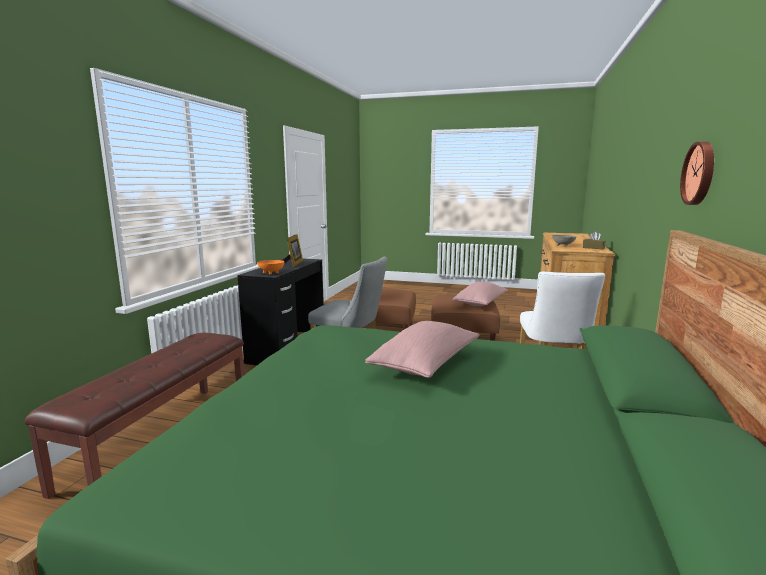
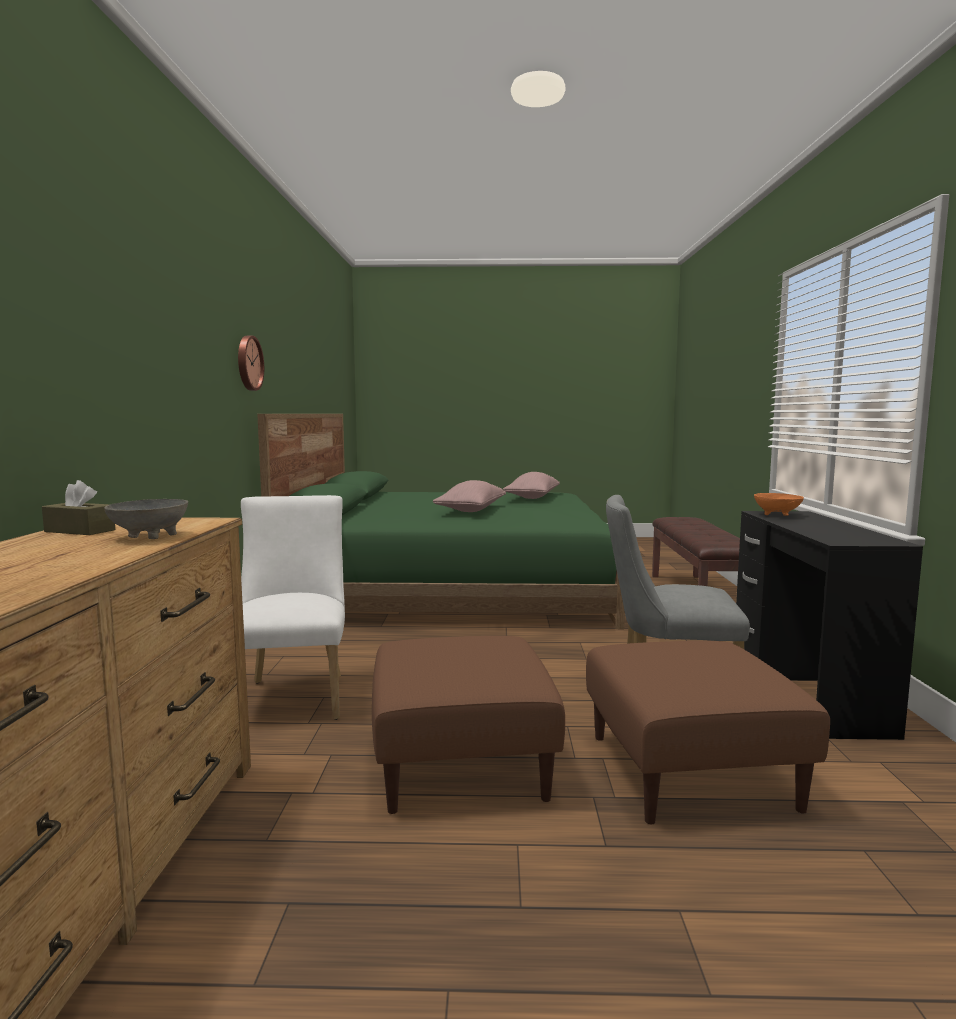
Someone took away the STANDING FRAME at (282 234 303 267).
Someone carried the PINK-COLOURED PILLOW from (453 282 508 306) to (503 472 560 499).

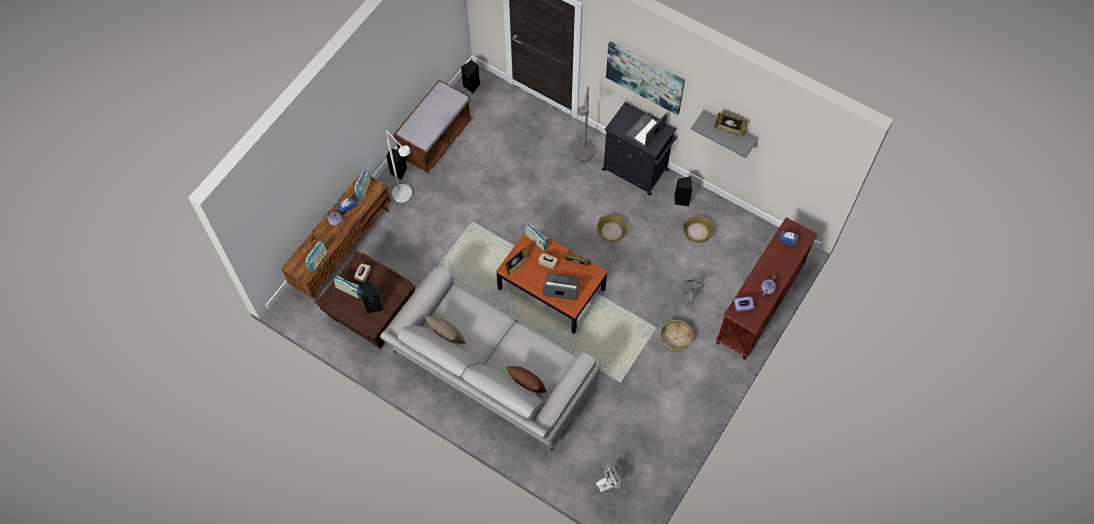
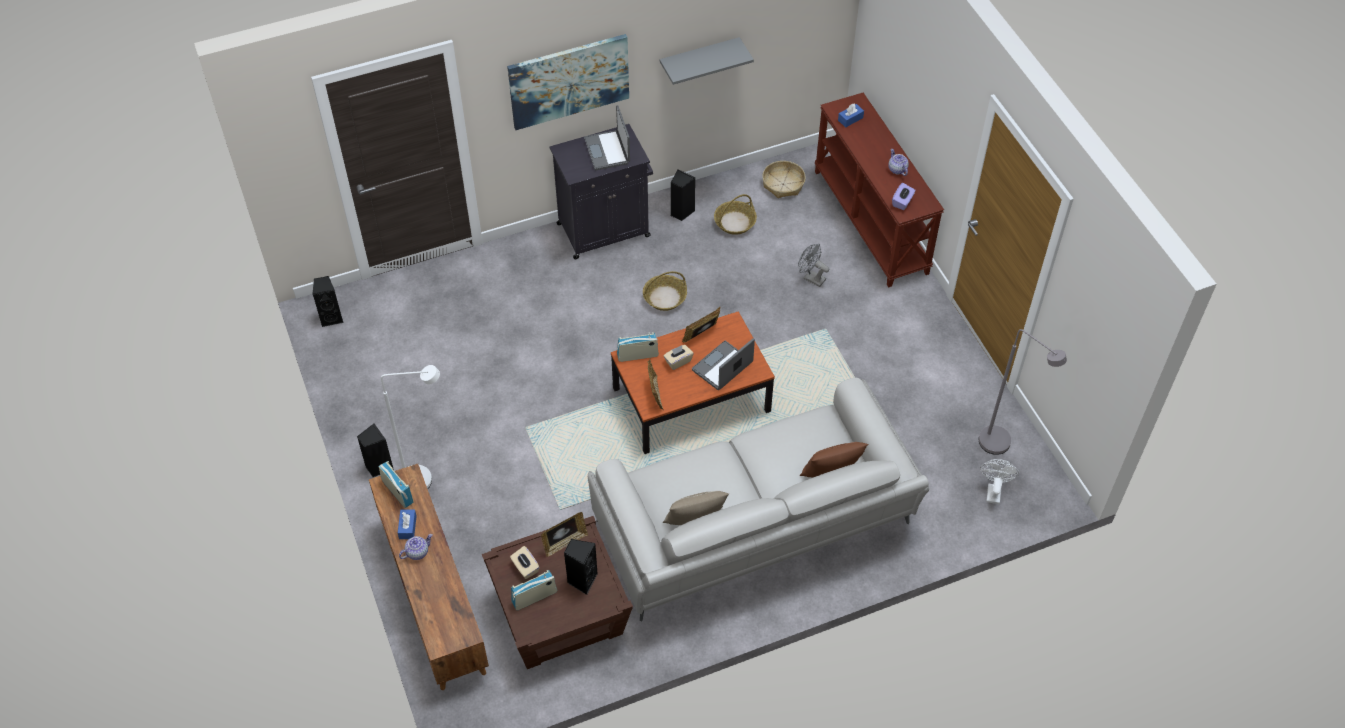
Someone took away the RADIO at (306 241 328 272).
Someone took away the BROWN LONG SEAT at (393 80 472 173).
Someone carried the GRAY FLOOR LAMP from (574 86 594 161) to (979 329 1067 455).
Someone carried the BASKET from (660 320 693 352) to (762 161 806 198).
Someone carried the STANDING FRAME from (714 113 747 138) to (541 512 588 557).

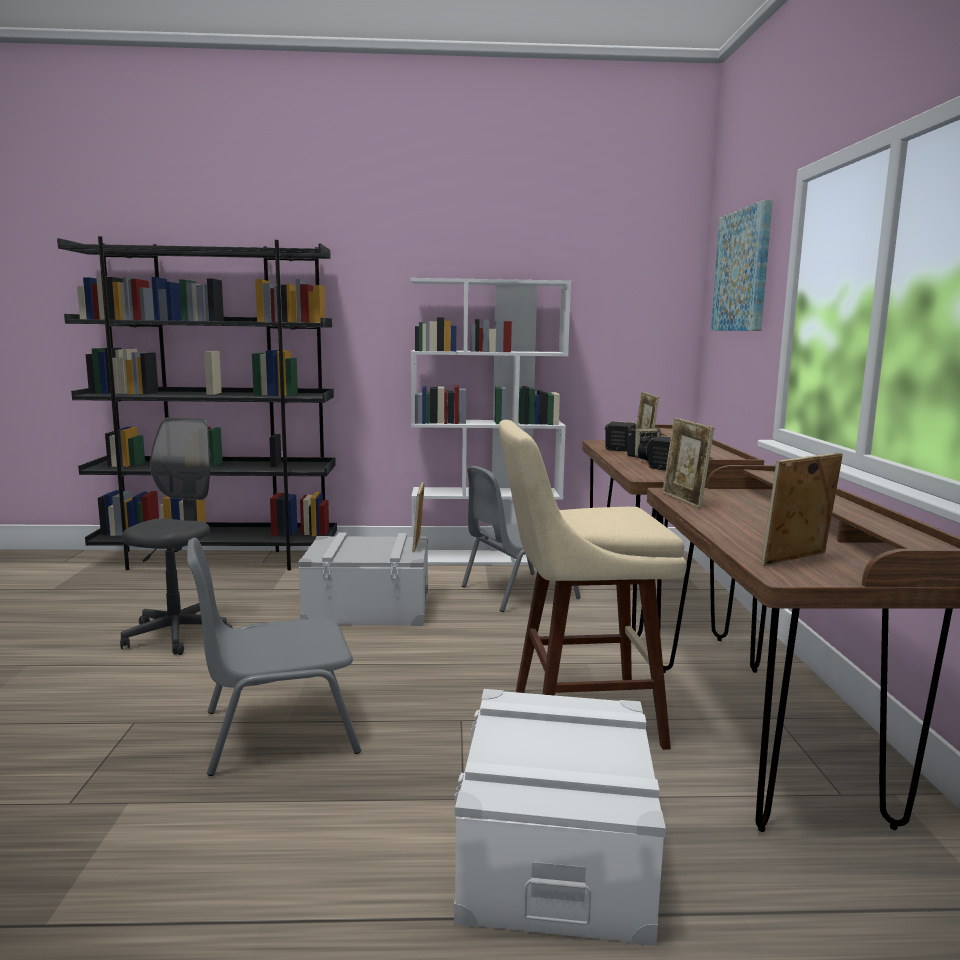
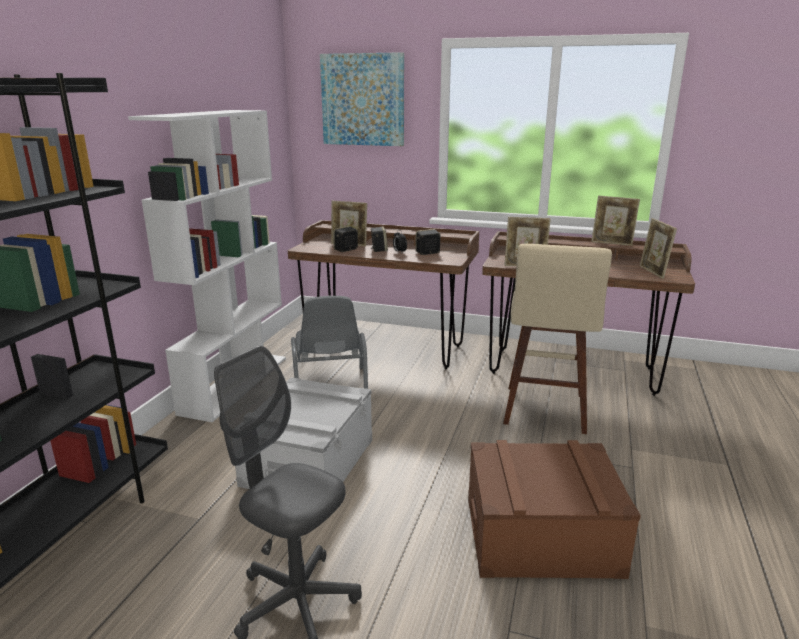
Someone swapped the GRAY CHAIR at (187 538 361 776) for the BROWN STORAGE BOX at (468 440 641 579).
Someone carried the STANDING FRAME from (412 482 424 552) to (592 196 640 246).
Someone took away the WHITISH STORAGE BOX at (453 689 666 946).

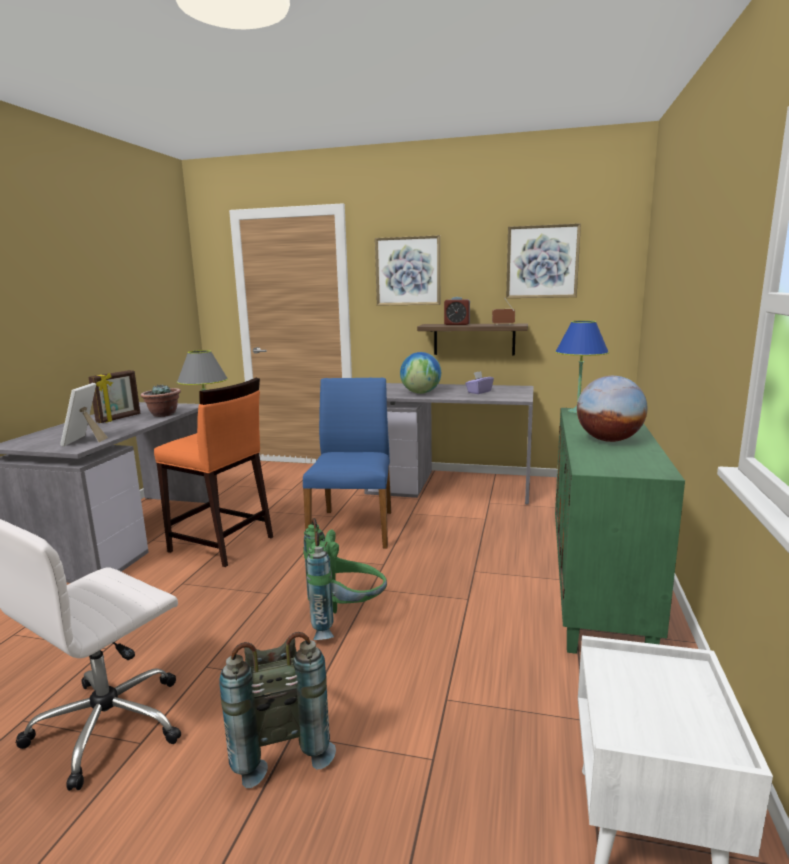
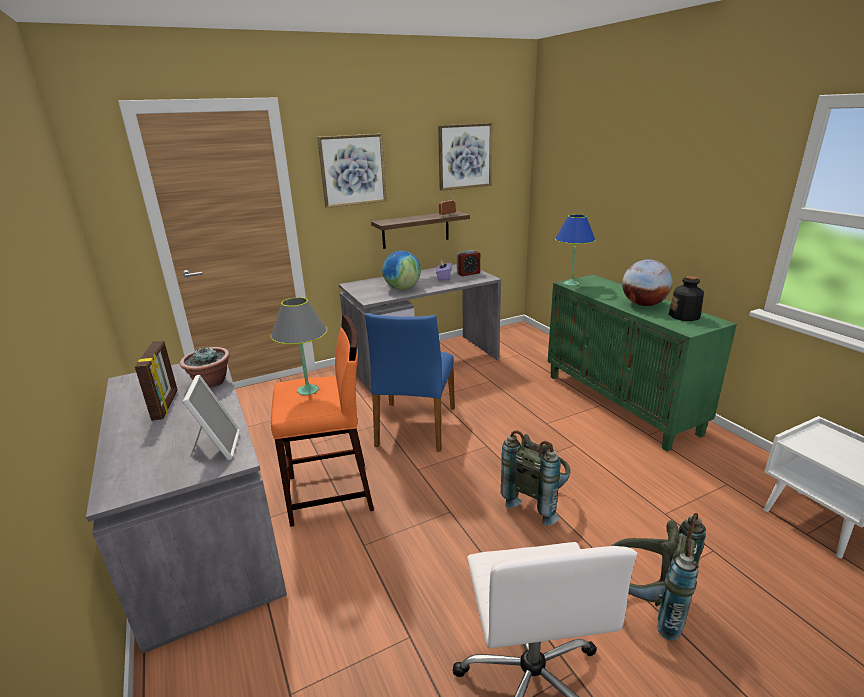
Someone rotated the STANDING FRAME at (60 383 108 446) by 150 degrees counterclockwise.
Someone rotated the BLUE-COLOURED CHAIR at (303 378 391 548) by 135 degrees counterclockwise.
Someone repainted the GREEN BACKPACK at (303 518 387 640), which became the GRAY BACKPACK at (501 431 571 525).
Someone carried the TABLE CLOCK from (444 297 470 325) to (457 250 480 276).
Someone put down the DRINK BOTTLE at (669 276 704 321).

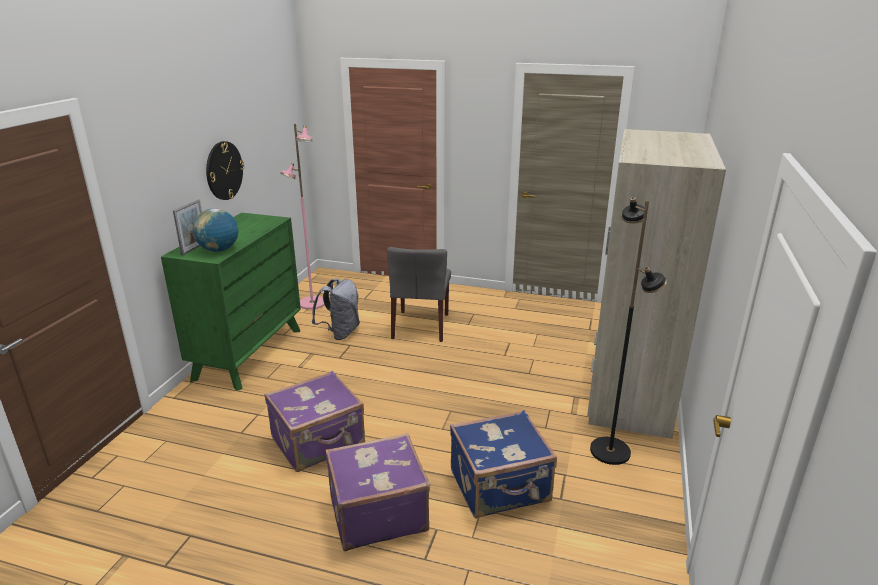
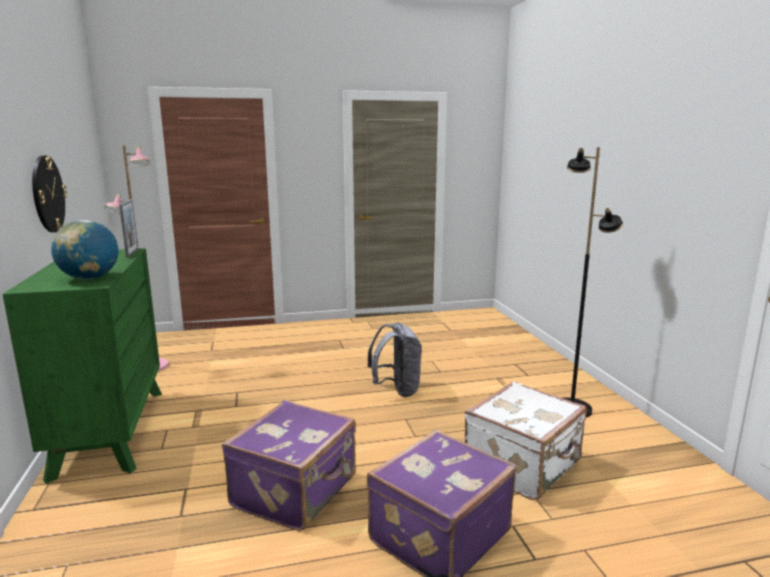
Someone carried the STANDING FRAME from (173 200 202 255) to (119 199 139 257).
Someone carried the GRAY BACKPACK from (312 278 360 340) to (368 322 422 397).
Someone took away the GRAY CHAIR at (387 247 451 342).
Someone repainted the BLUE-COLOURED PIECE OF LUGGAGE at (450 410 557 518), which became the WHITISH PIECE OF LUGGAGE at (465 381 587 501).
Someone took away the BEIGE WARDROBE at (587 129 726 439).

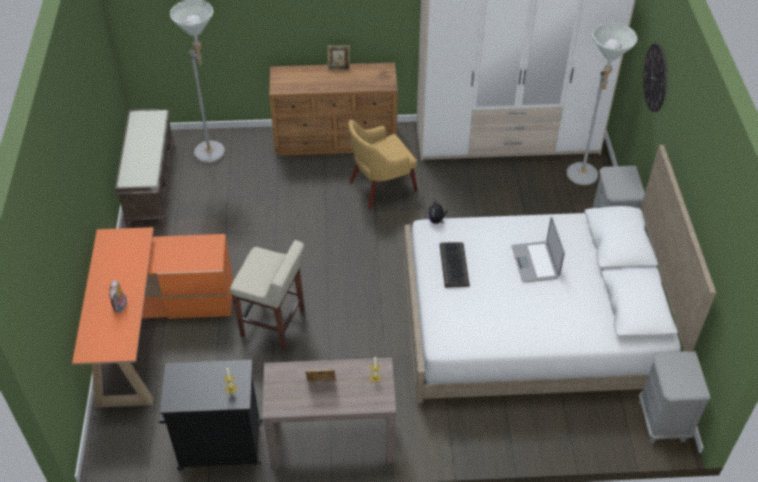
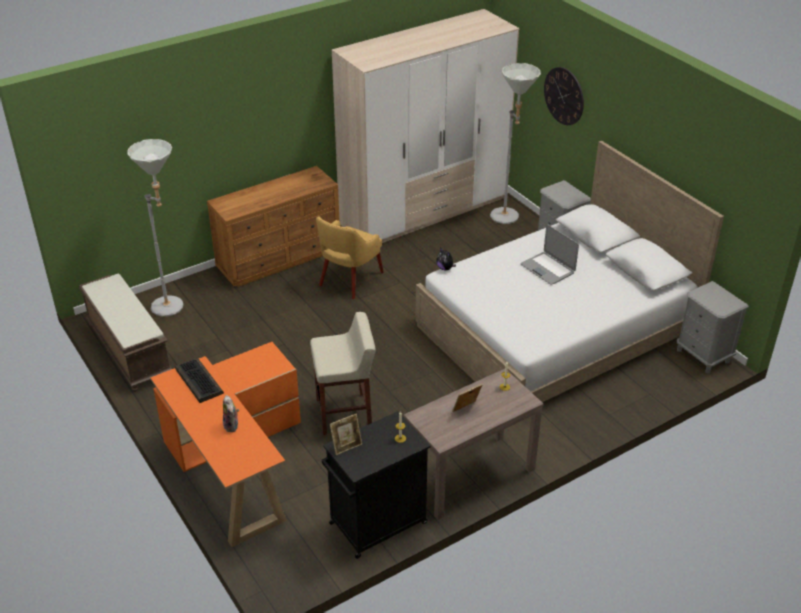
Someone carried the STANDING FRAME from (328 45 350 71) to (330 414 362 455).
Someone carried the PC KEYBOARD from (440 242 470 288) to (175 358 224 403).

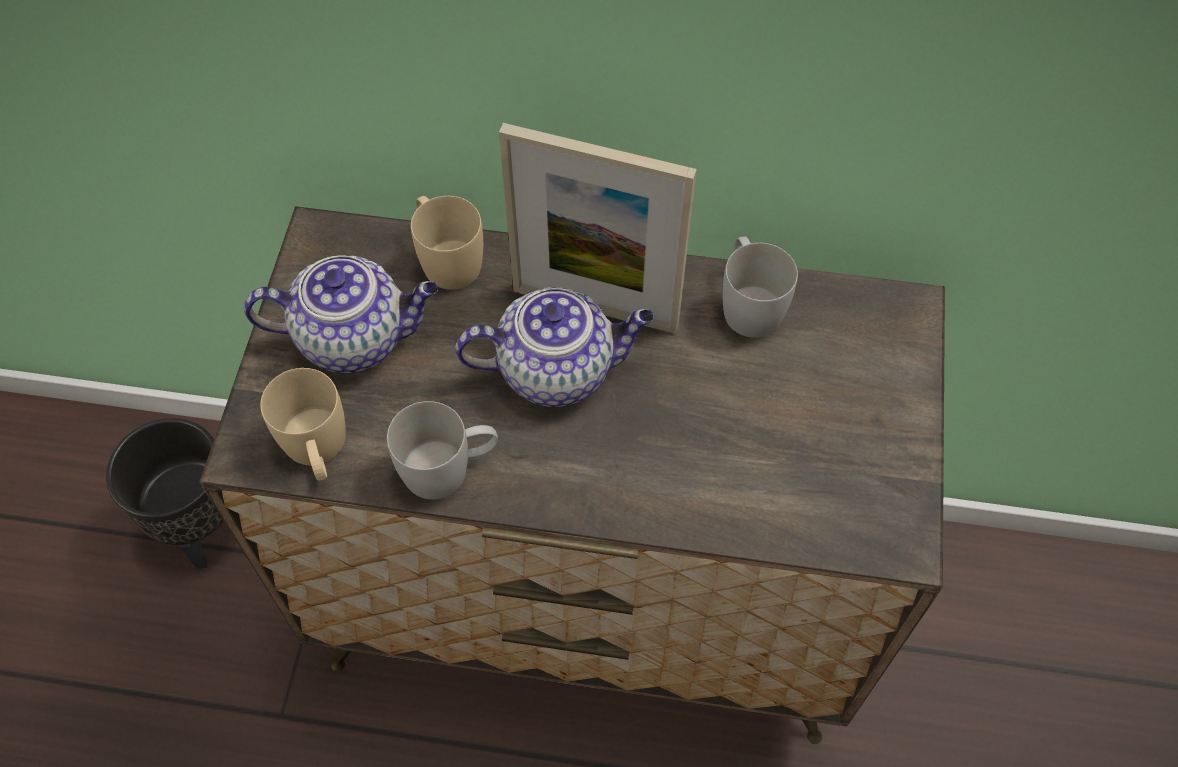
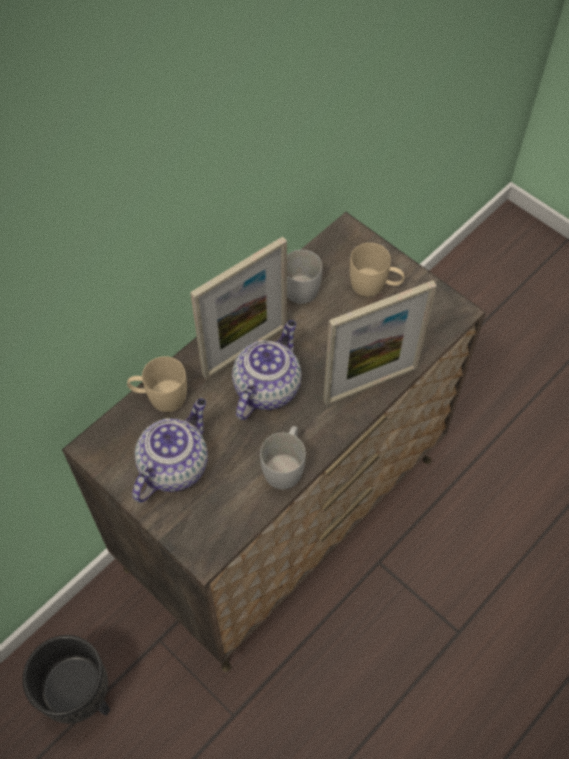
Someone carried the BEIGE COFFEE MUG from (260 368 346 481) to (350 243 405 297).
Someone put down the STANDING FRAME at (323 280 437 406).

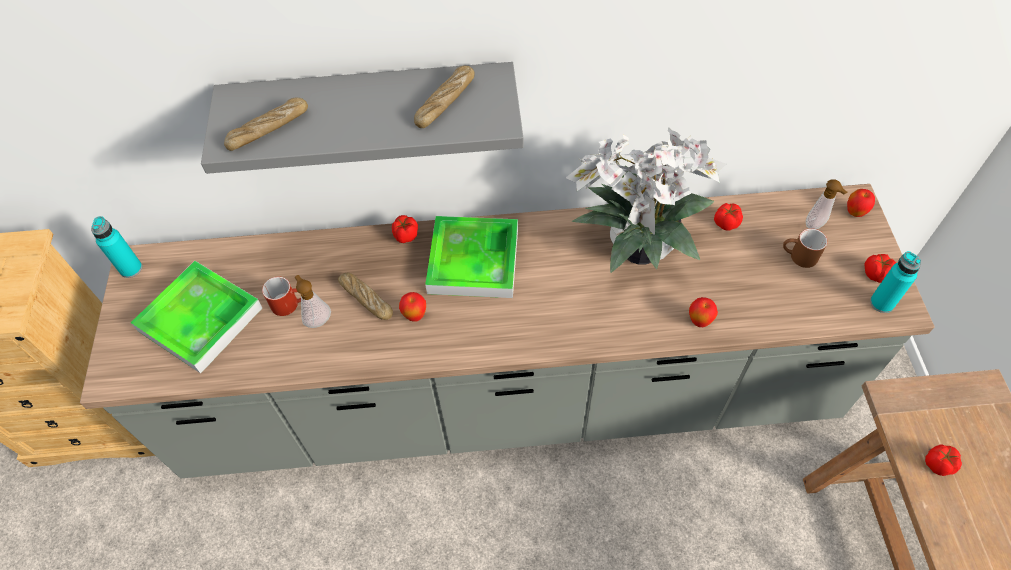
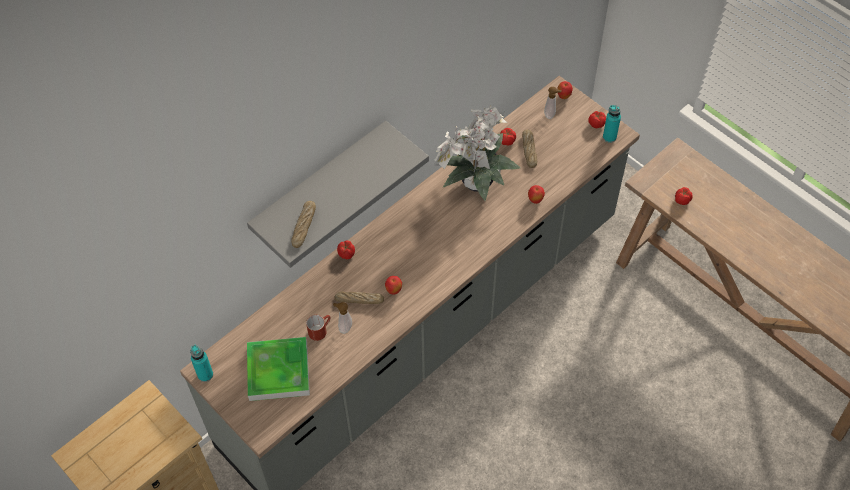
Someone carried the BREAD from (414 66 475 128) to (522 130 537 168).
Someone took away the TRAY at (425 216 518 298).
Someone took away the BROWN COFFEE MUG at (783 228 828 268).

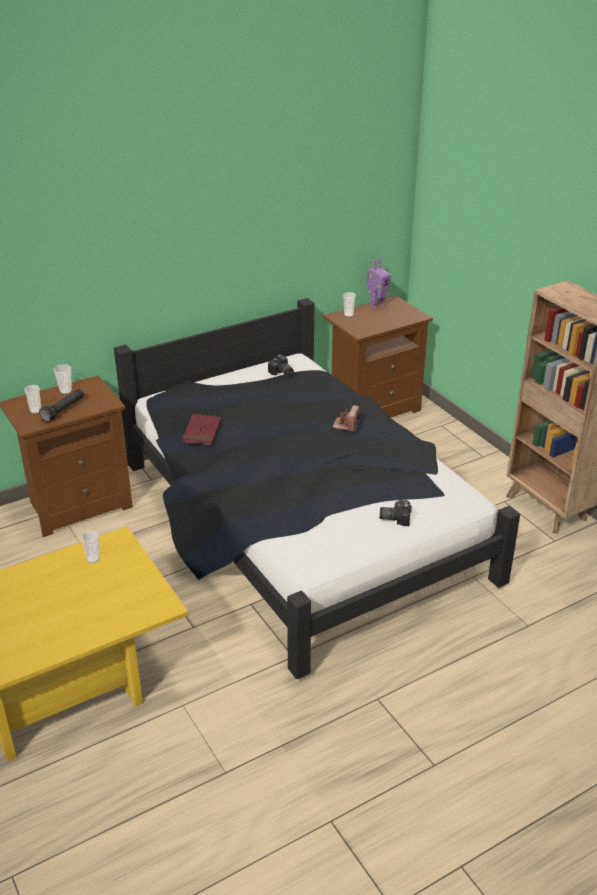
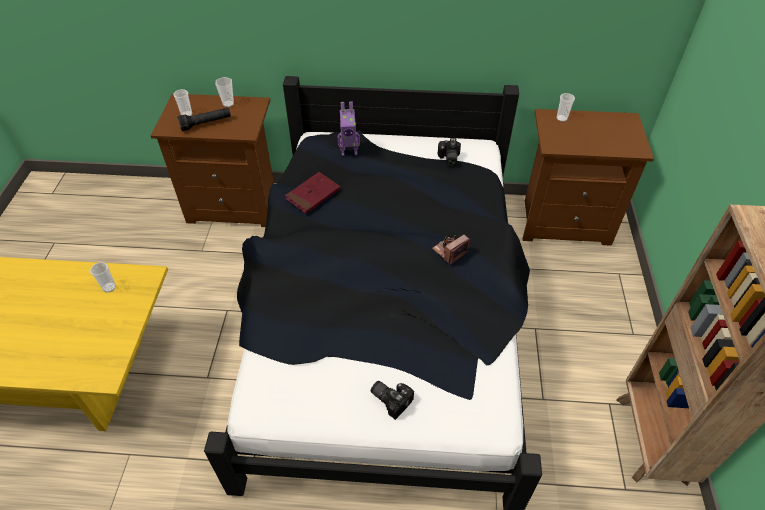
Someone carried the ROBOT FIGURE from (367 258 391 309) to (337 101 360 156).

